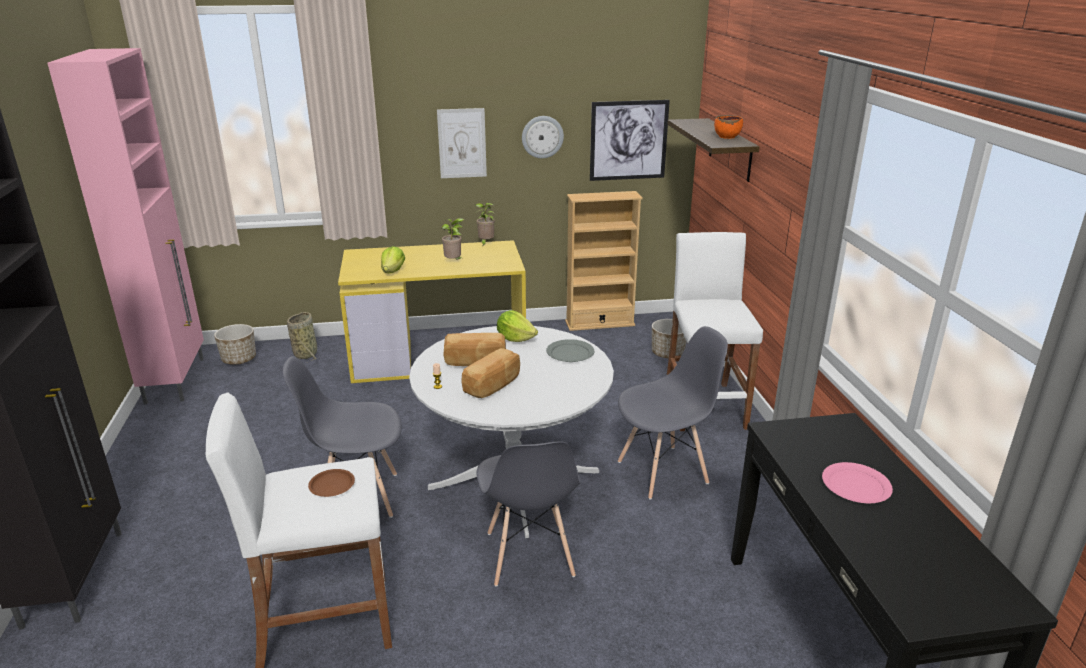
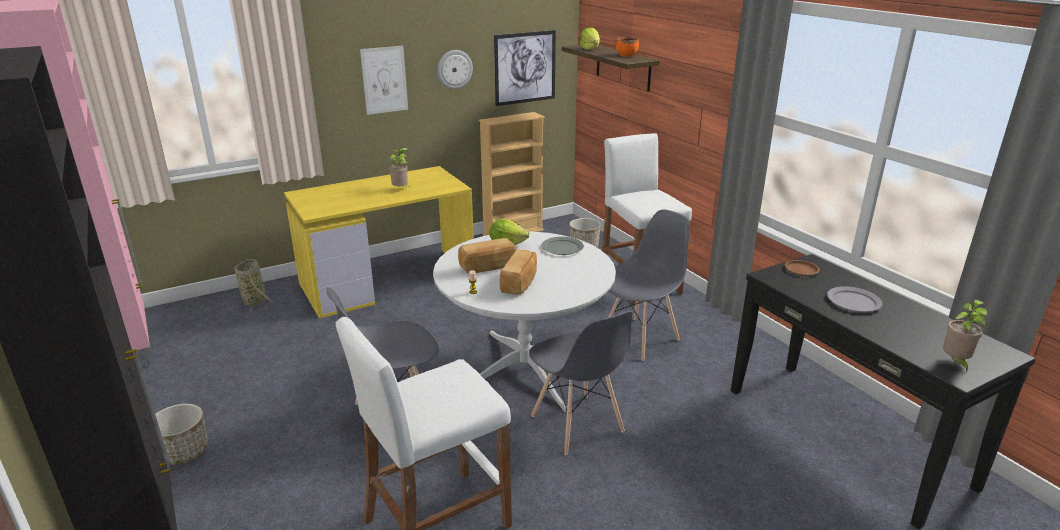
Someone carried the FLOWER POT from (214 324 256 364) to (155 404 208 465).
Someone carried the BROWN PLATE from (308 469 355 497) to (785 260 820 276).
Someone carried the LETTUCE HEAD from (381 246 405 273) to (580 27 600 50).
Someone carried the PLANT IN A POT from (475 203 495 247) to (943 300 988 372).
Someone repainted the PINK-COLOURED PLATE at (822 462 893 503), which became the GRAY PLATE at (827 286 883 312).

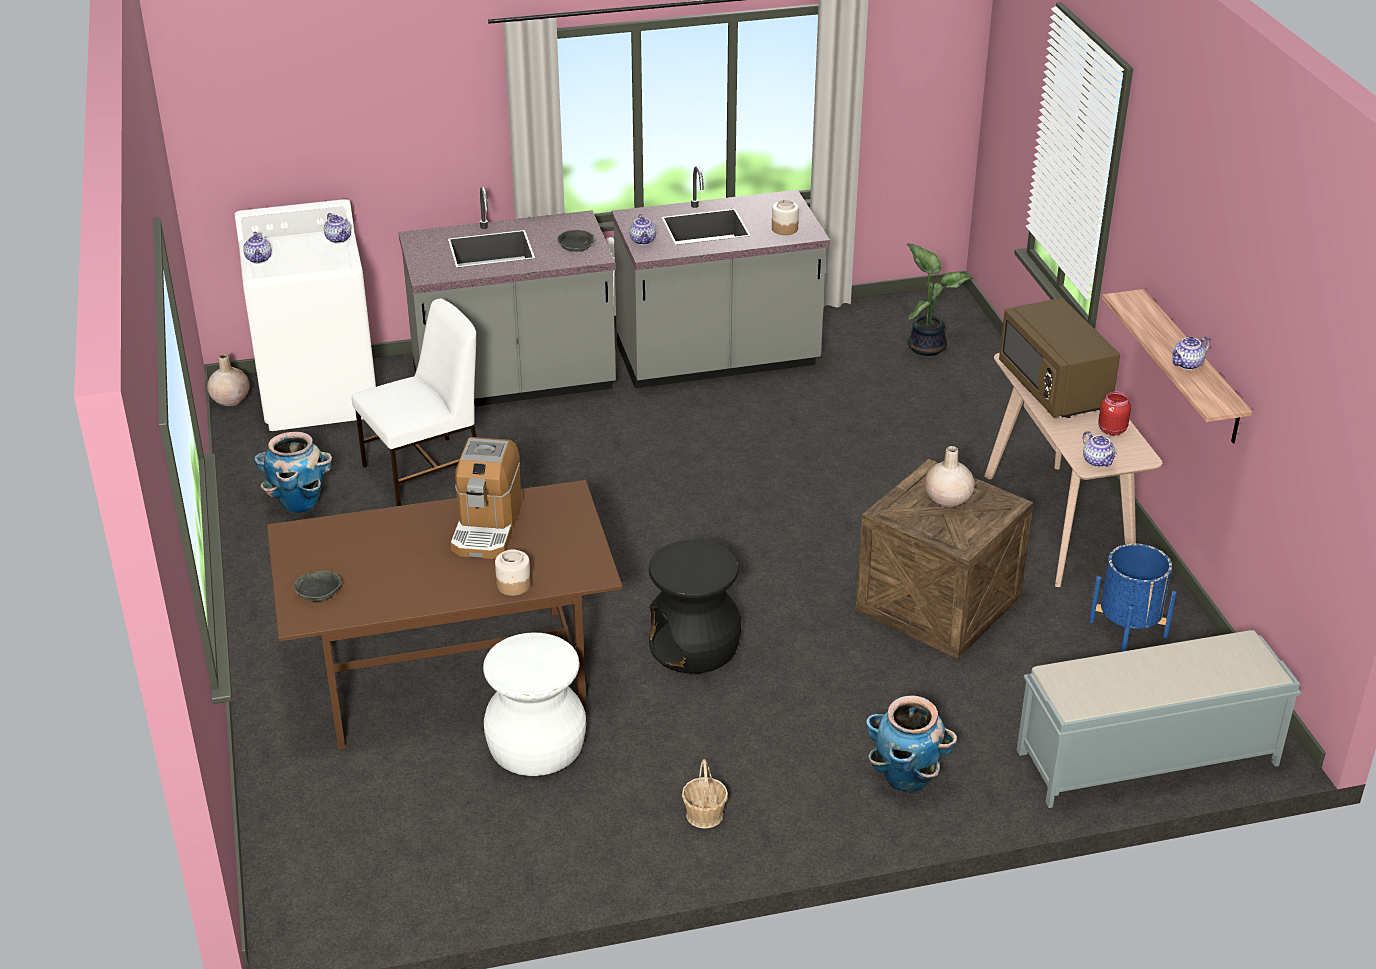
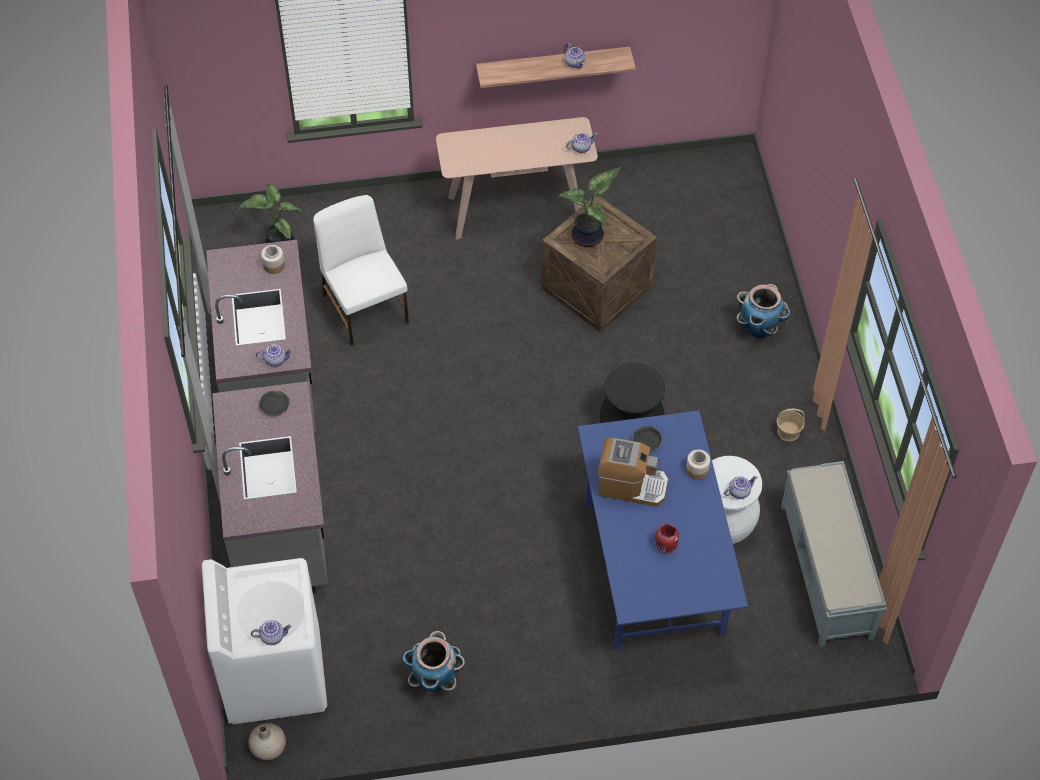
Someone repainted the BROWN DINING TABLE at (267 480 622 750), which became the BLUE-COLOURED DINING TABLE at (578 411 748 650).
Someone carried the GRAY SERVING BOWL from (294 571 341 602) to (632 426 662 452).
Someone carried the TEA POT from (324 213 351 243) to (724 476 757 499).
Someone carried the WHITISH CHAIR from (352 298 477 506) to (313 195 409 346).
Someone swapped the BEIGE VASE at (924 446 975 508) for the PLANT IN A POT at (559 167 621 247).
Someone took away the BROWN MICROWAVE at (999 298 1120 418).
Someone carried the GRAY LONG SEAT from (1017 630 1301 808) to (781 461 887 647).
Someone took away the BLUE-COLOURED FLOWER POT at (1089 543 1177 652).
Someone carried the RED STORAGE JAR from (1098 391 1131 435) to (655 524 679 553).

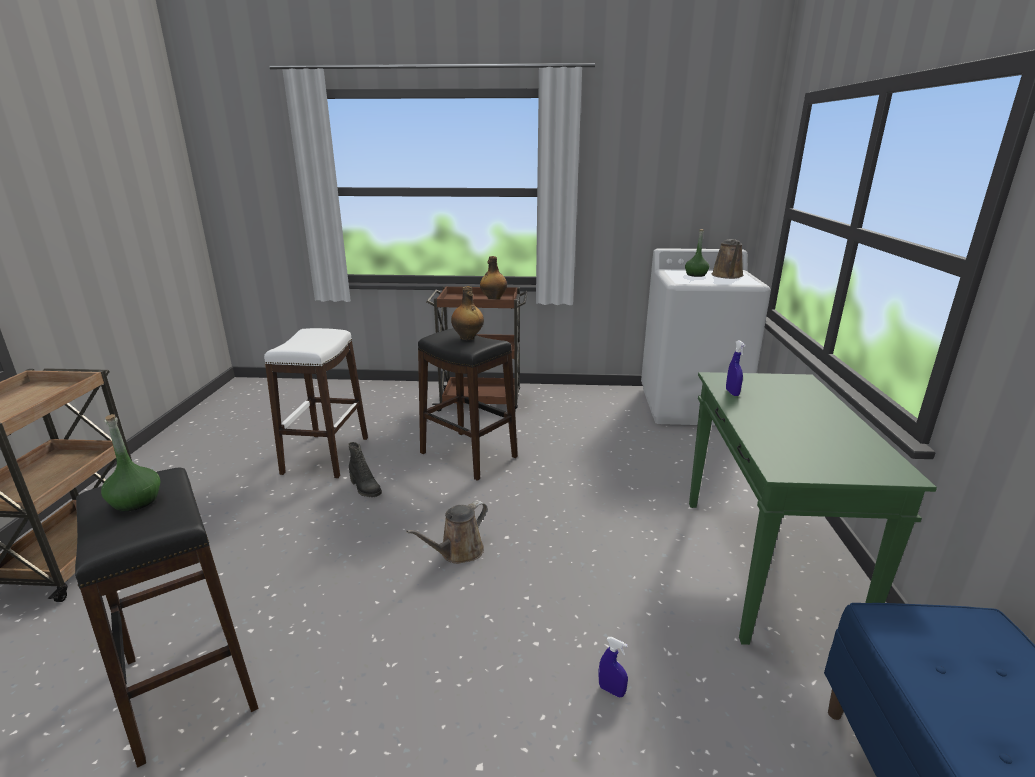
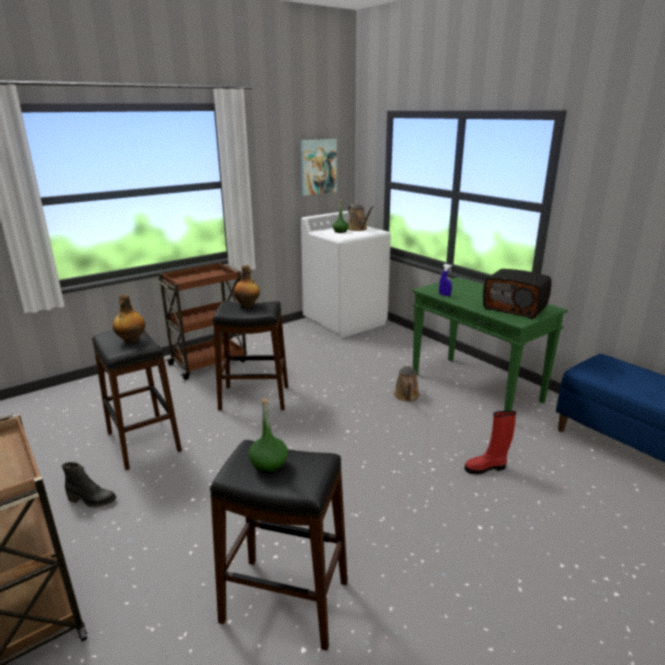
Someone repainted the WHITISH STOOL at (264 328 368 478), which became the BLACK-COLOURED STOOL at (92 329 182 470).
Someone carried the BLACK-COLOURED HIGH-TOP BOOT from (348 442 382 497) to (62 462 116 508).
Someone carried the BROWN SPRINKLING CAN from (406 501 487 564) to (394 364 420 402).
Someone carried the DRINK BOTTLE from (480 256 507 299) to (113 295 145 343).
Someone swapped the BLUE-COLOURED SPRAY BOTTLE at (599 637 628 698) for the RED HIGH-TOP BOOT at (465 411 516 474).
Someone put up the WALL ART at (300 139 337 196).
Someone put down the RADIO at (483 269 552 319).

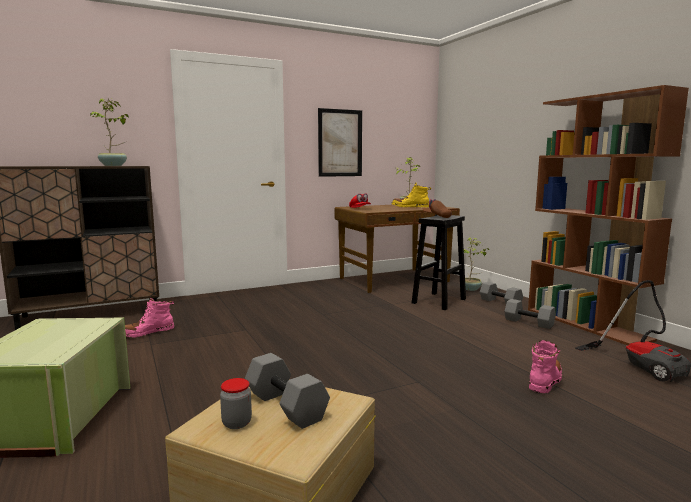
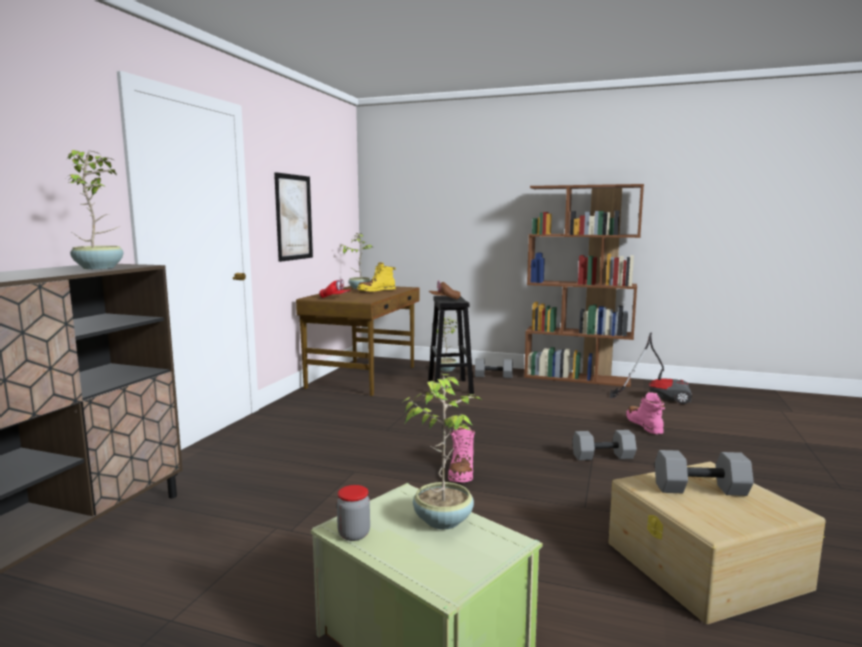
Someone carried the PINK-COLOURED HIGH-TOP BOOT from (125 298 174 337) to (448 427 475 482).
Someone carried the STORAGE JAR from (220 378 252 429) to (337 485 370 541).
Someone carried the GRAY DUMBBELL from (504 299 556 329) to (572 430 637 461).
Someone put down the PLANT IN A POT at (404 374 481 530).

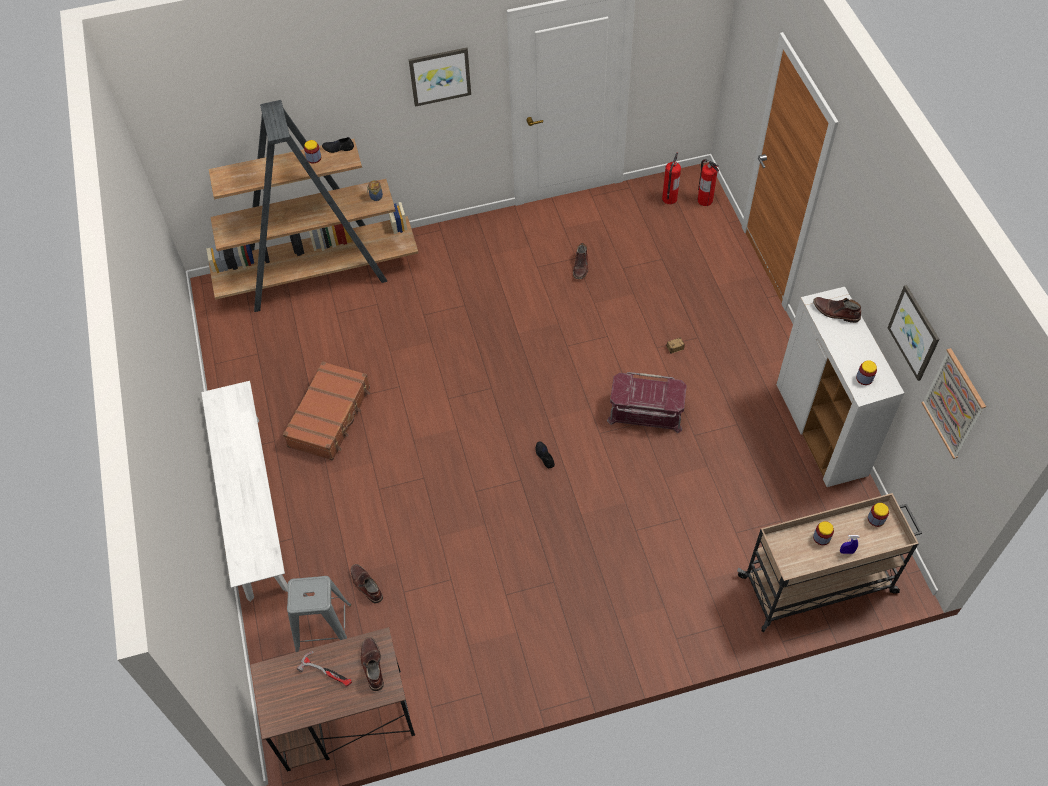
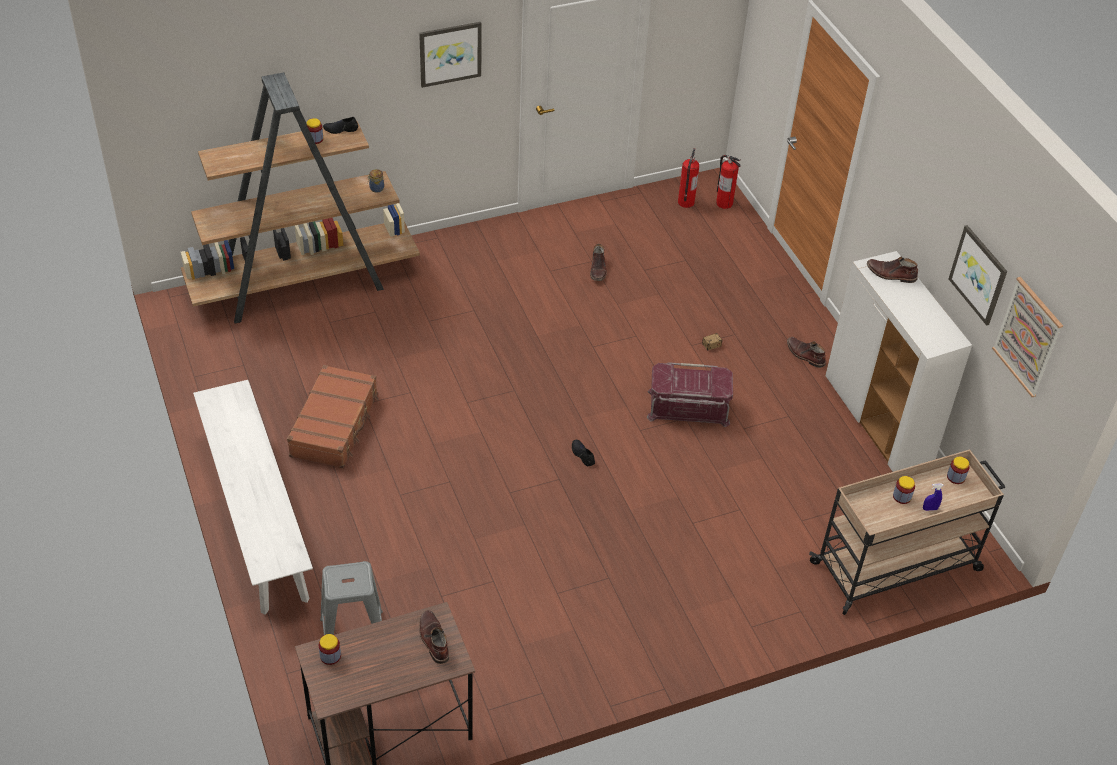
Someone took away the HAMMER at (297 651 352 687).
Someone carried the BROWN HIGH-TOP BOOT from (350 564 383 603) to (787 337 826 368).
Someone carried the STORAGE JAR from (856 360 877 385) to (319 634 341 665).

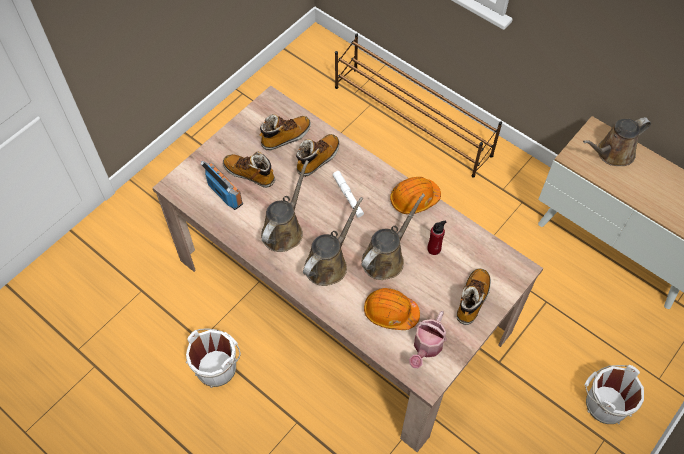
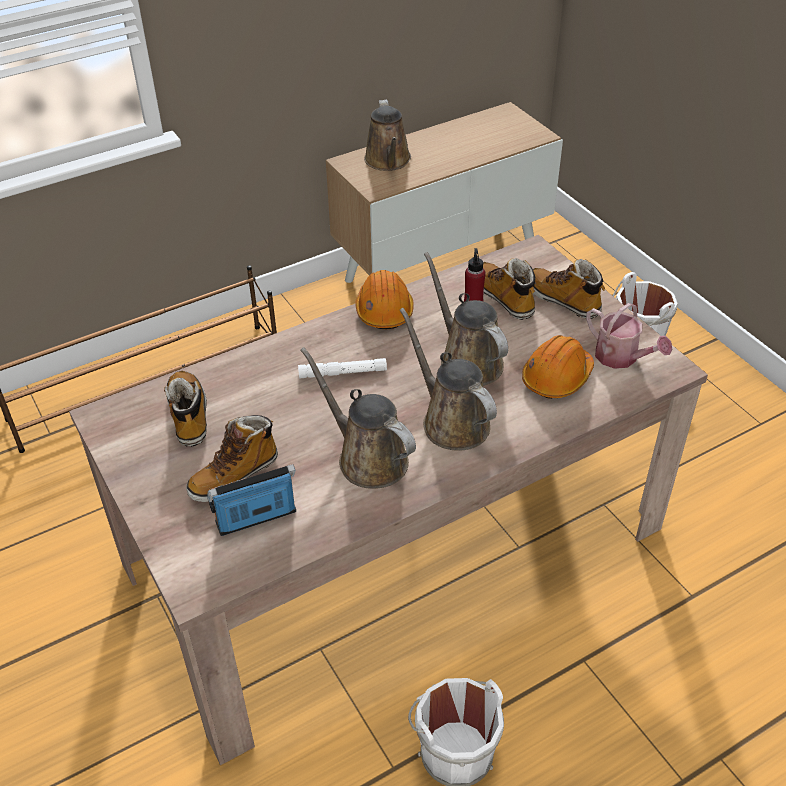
Someone carried the HIGH-TOP BOOT from (296 134 340 177) to (483 258 535 320).

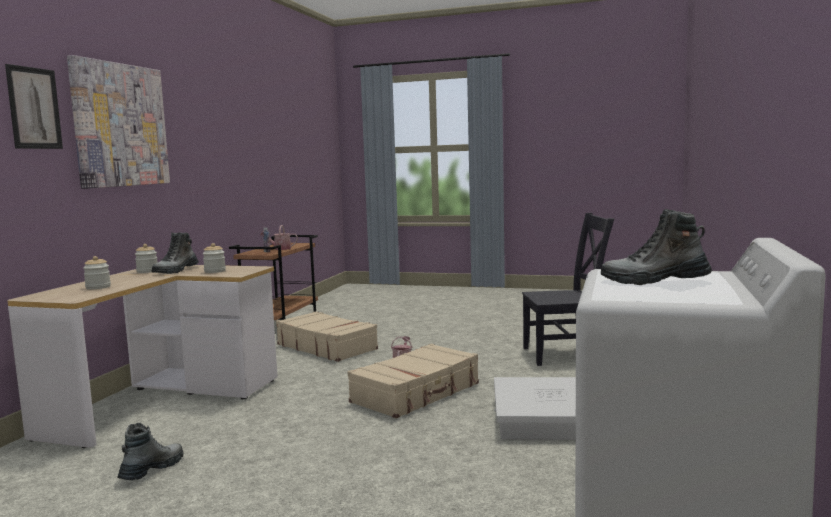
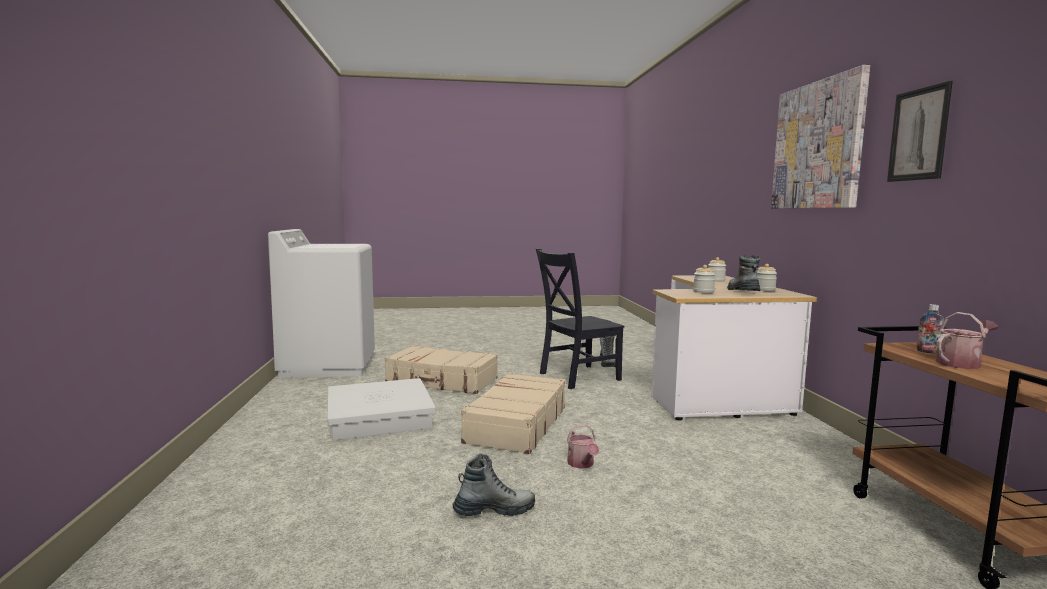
Someone carried the WALL ART from (5 64 63 149) to (887 81 953 182).
Someone carried the BEIGE PIECE OF LUGGAGE from (276 311 378 362) to (385 345 498 394).
Someone carried the BLACK-COLOURED CHAIR from (522 213 614 366) to (536 249 625 389).
Someone carried the HIGH-TOP BOOT from (601 209 712 285) to (453 453 535 516).

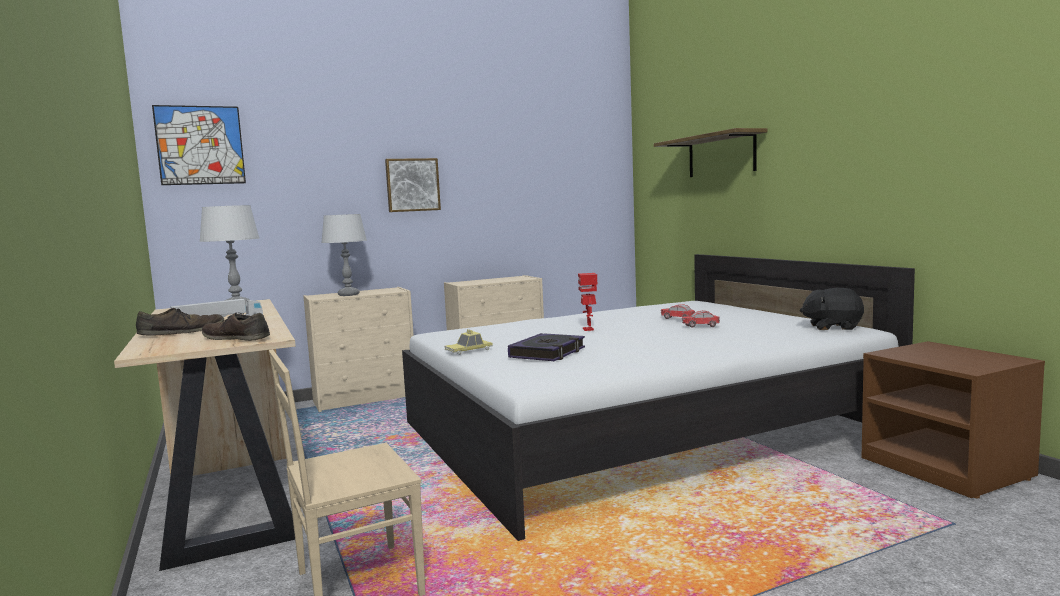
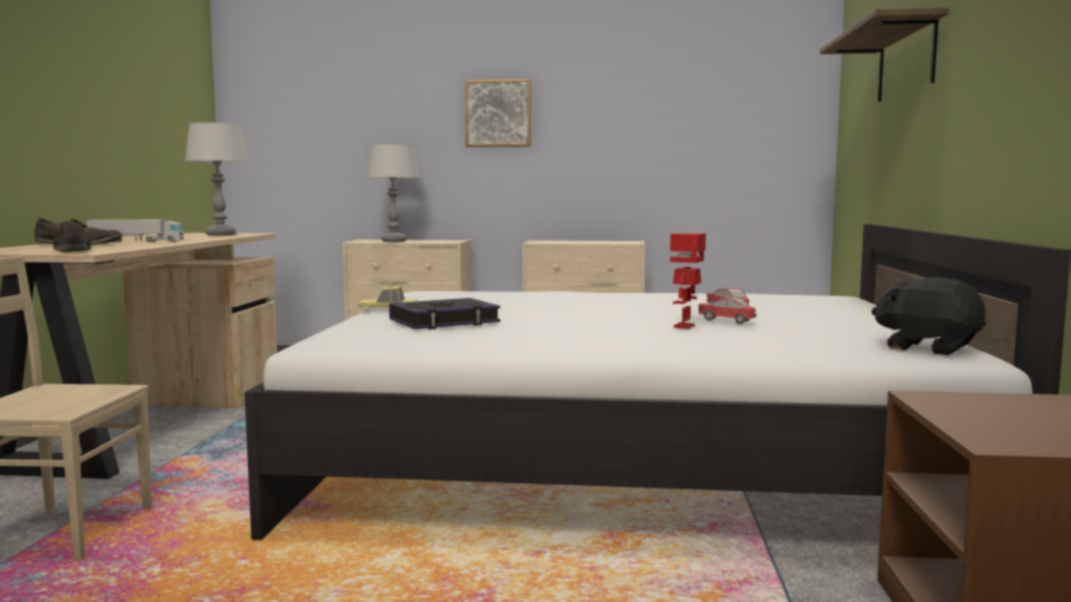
Someone took away the WALL ART at (152 105 246 185).
Someone carried the ROBOT FIGURE from (578 273 597 331) to (670 233 706 329).

